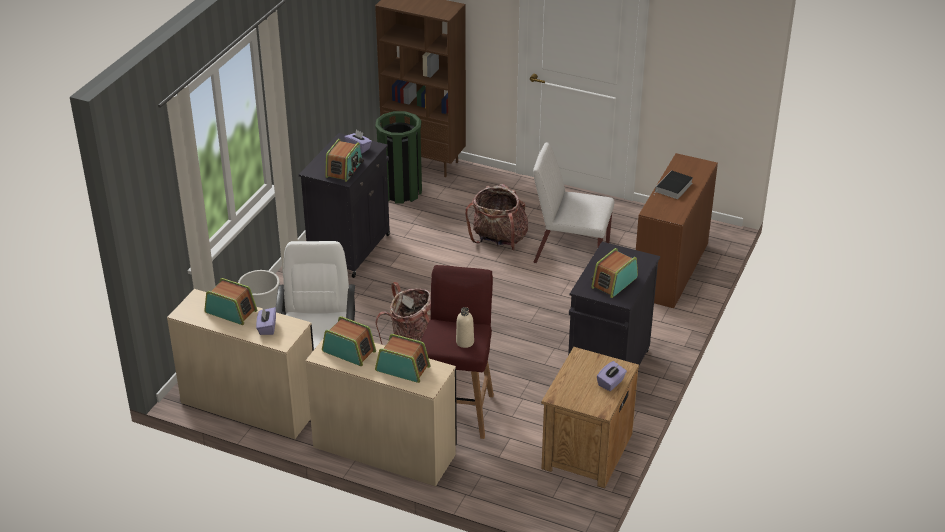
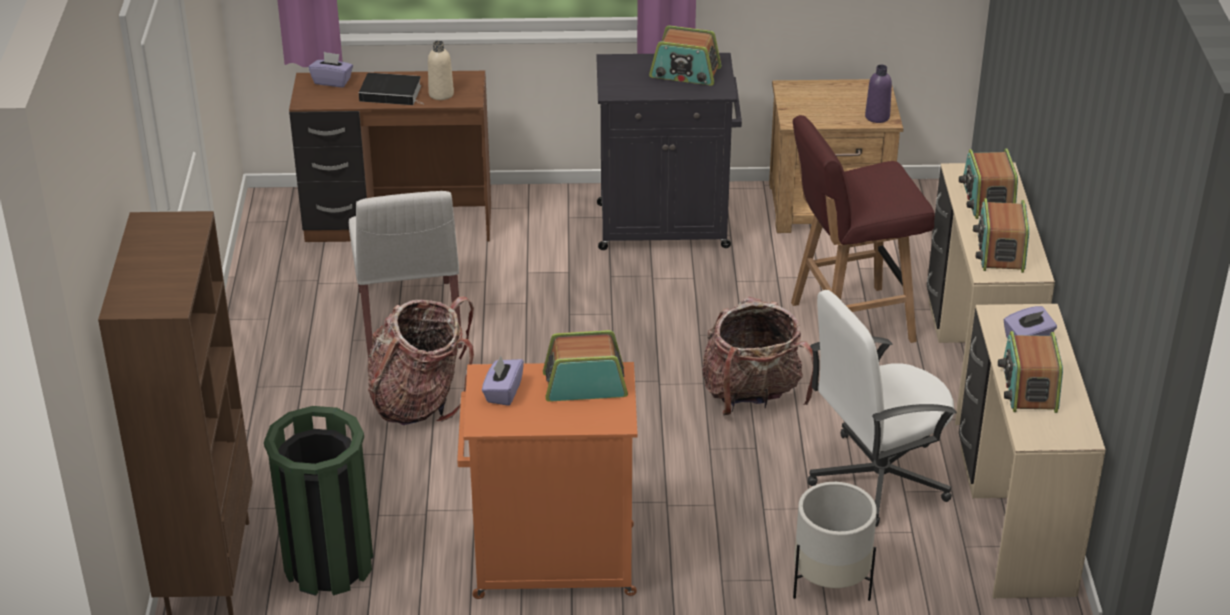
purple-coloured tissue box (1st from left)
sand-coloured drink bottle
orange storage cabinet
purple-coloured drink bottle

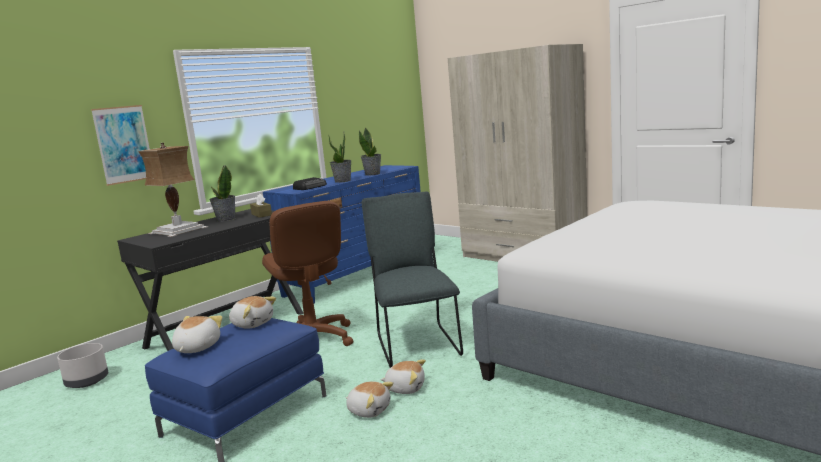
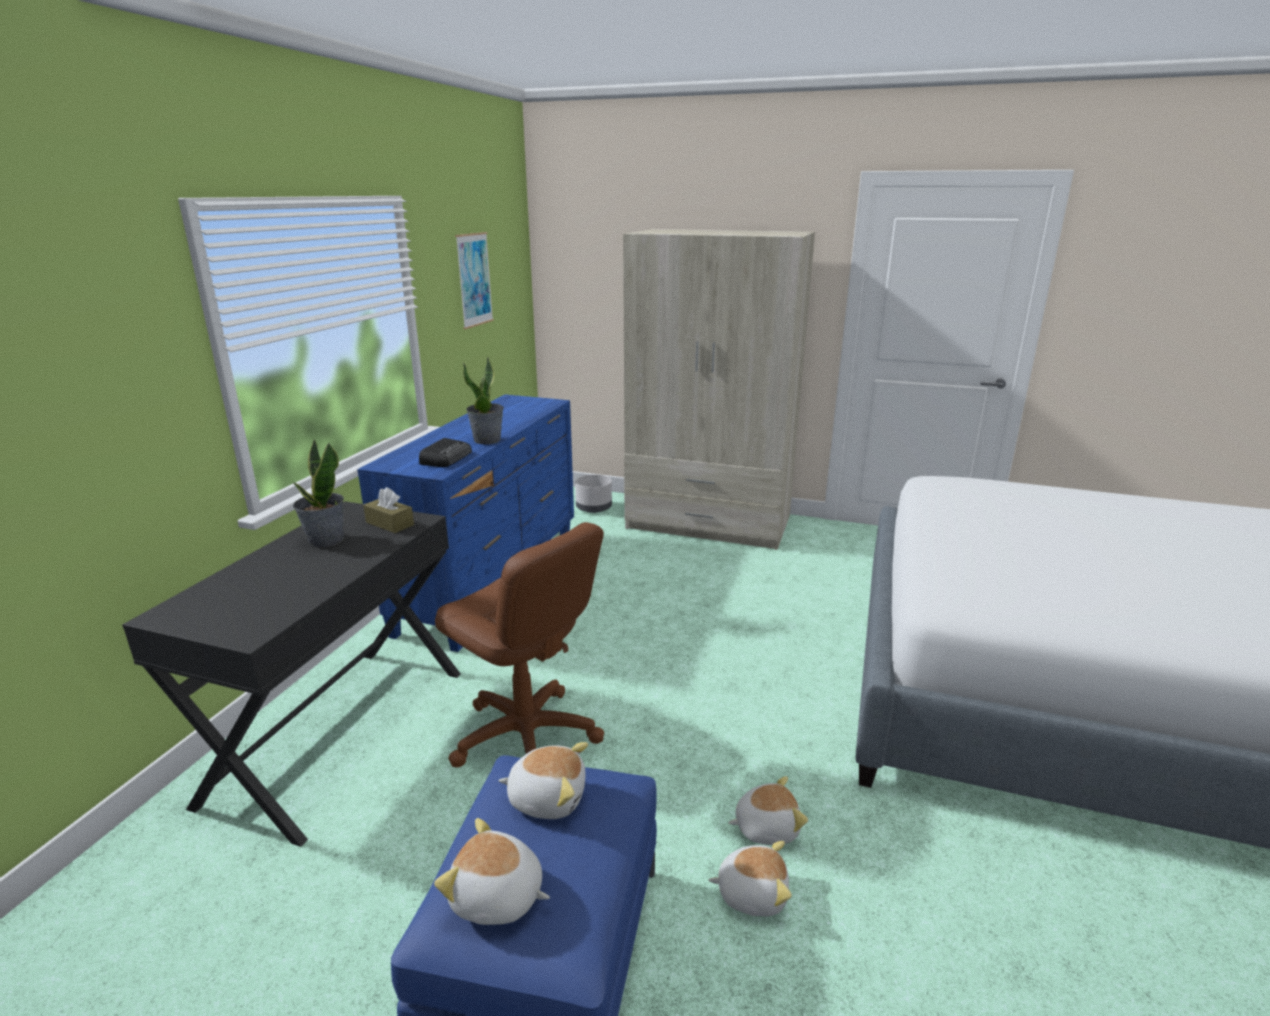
plush toy (1st from left)
wall picture
grey plant pot
tabletop lamp
houseplant (3rd from left in the first image)
grey upright chair

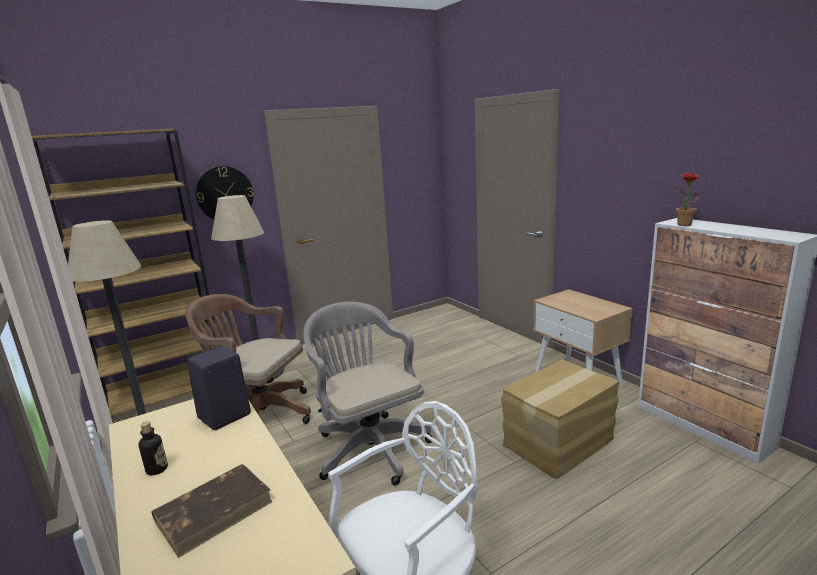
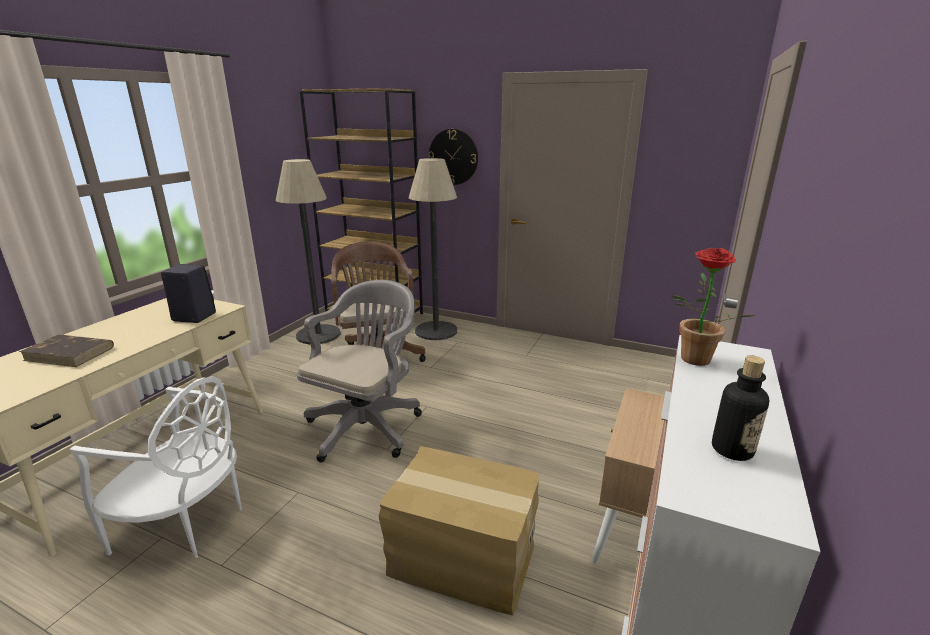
drink bottle

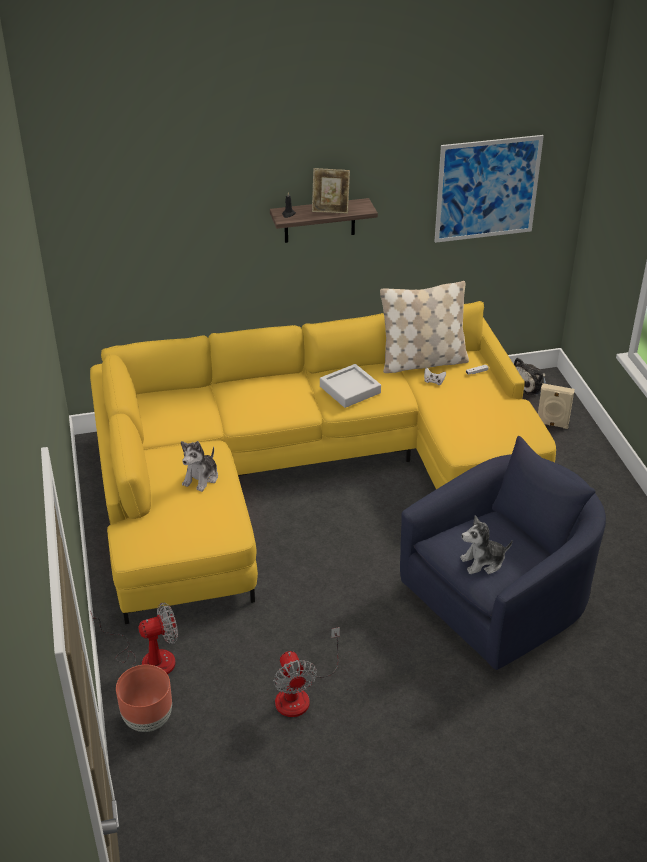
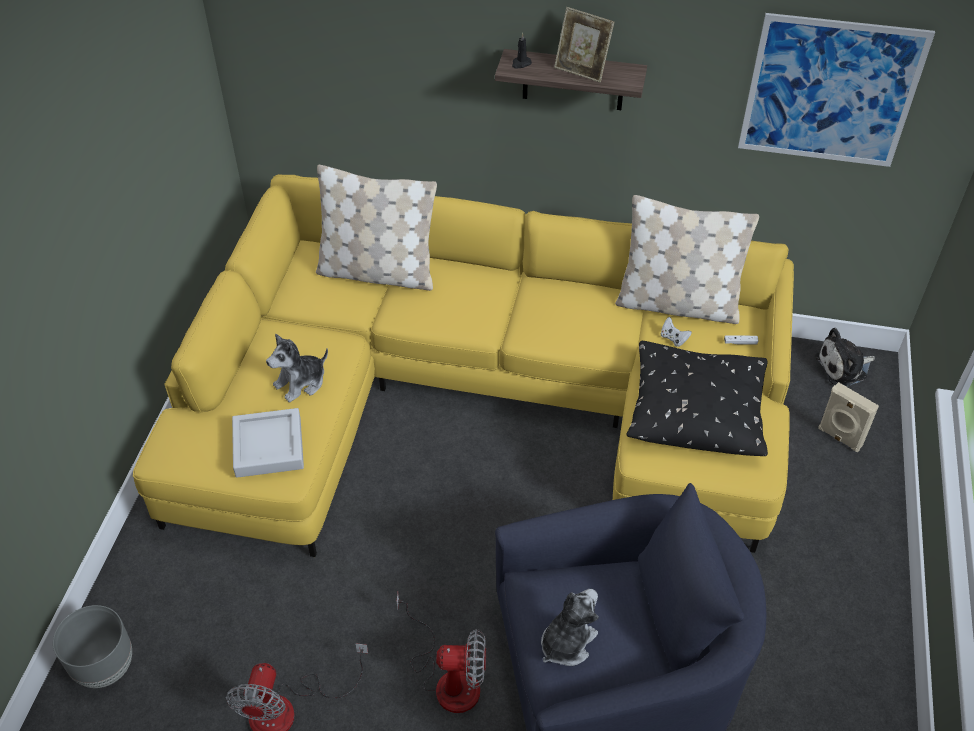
grey plant pot
grey tray
sand-coloured cushion (1st from left)
fan (2nd from left)
plush toy (2nd from left)
blackish cushion

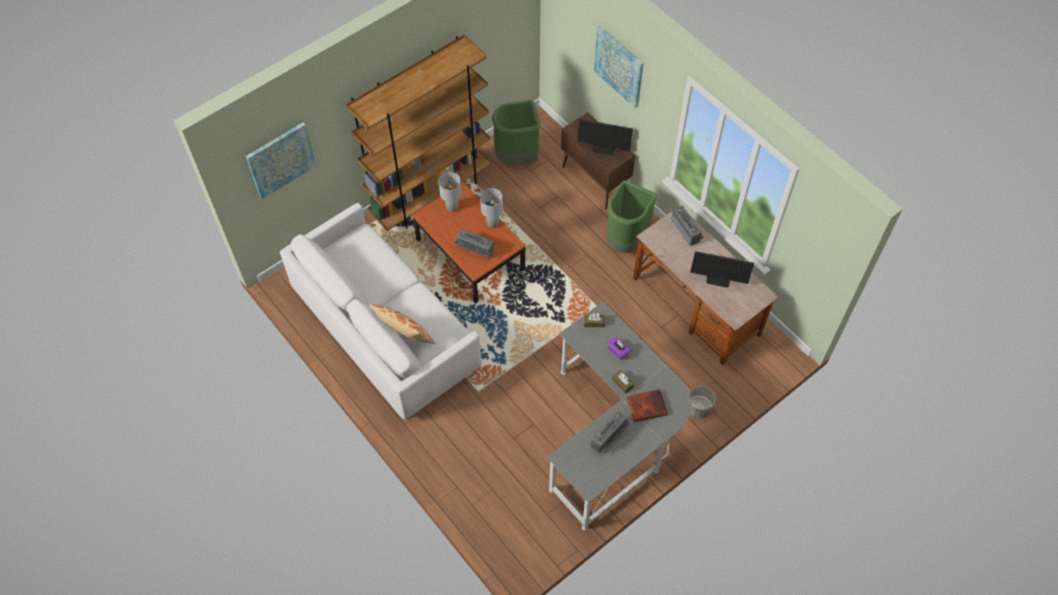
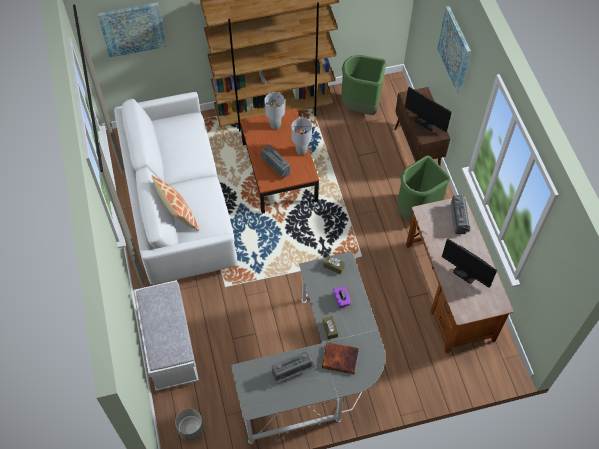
white bench
grey plant pot

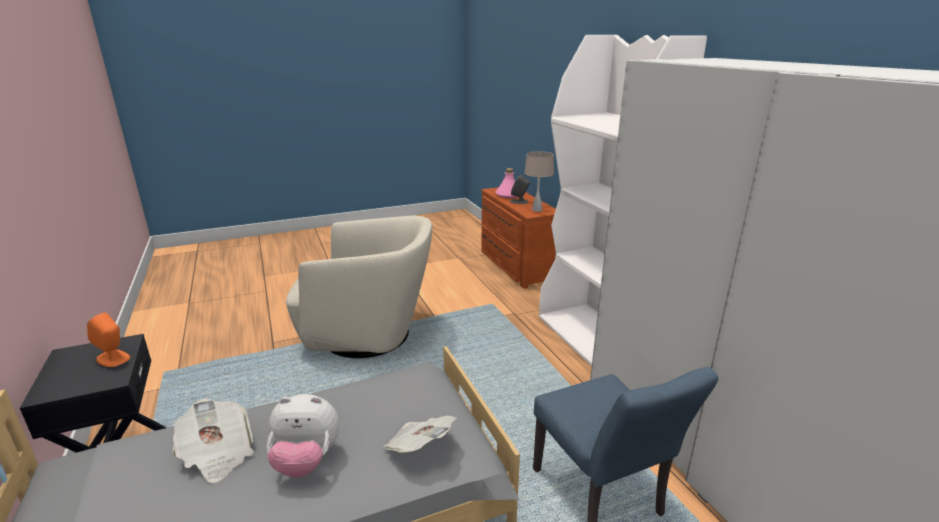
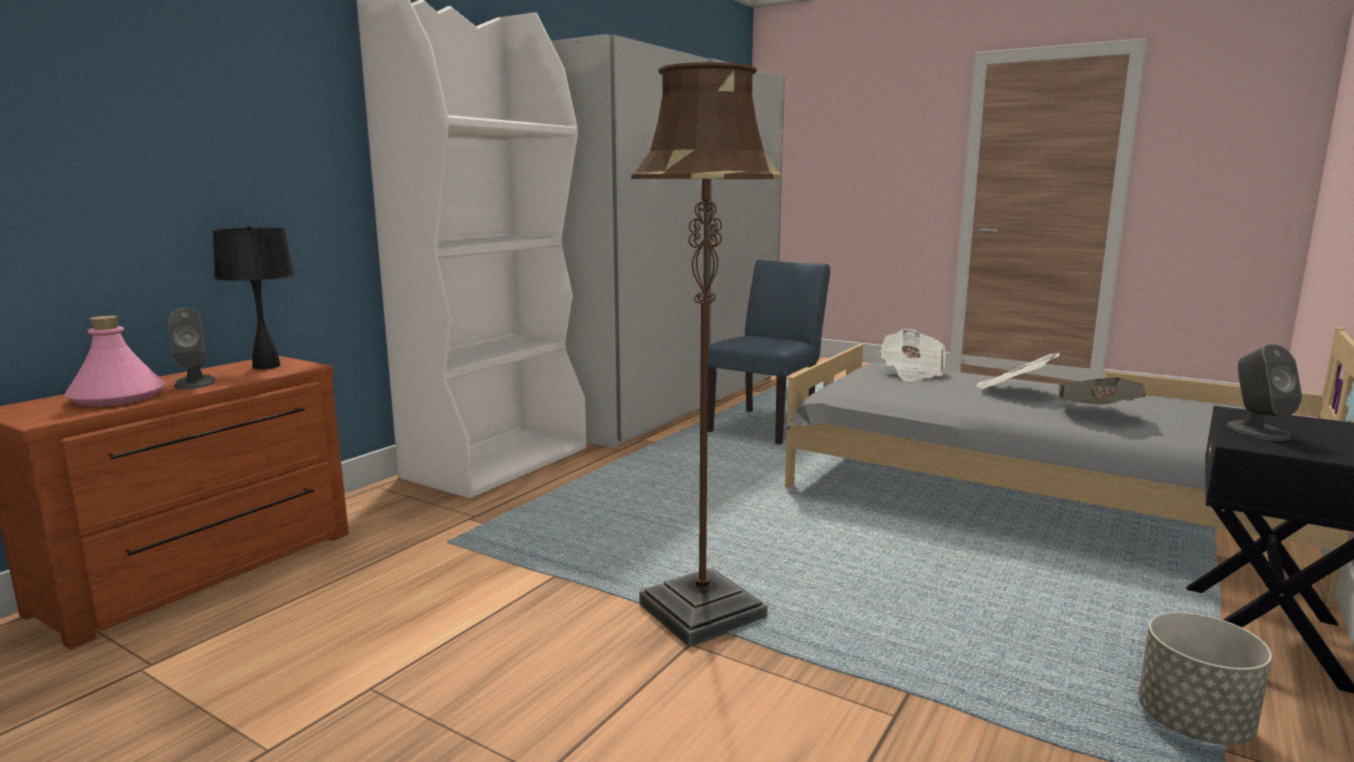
blackish tabletop lamp
brown-coloured floor lamp
printed paper (2nd from left)
grey plant pot
grey audio speaker (2nd from left)

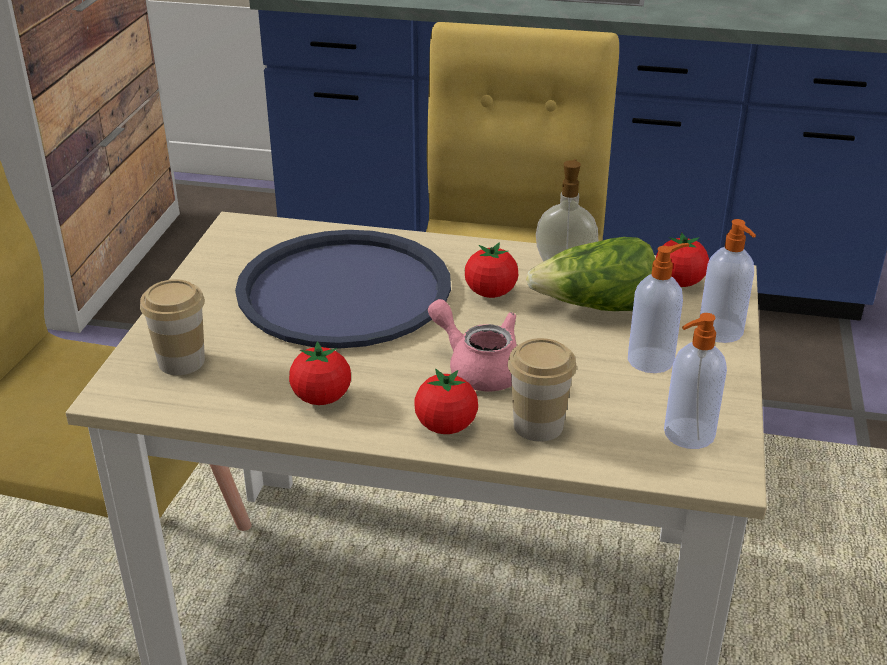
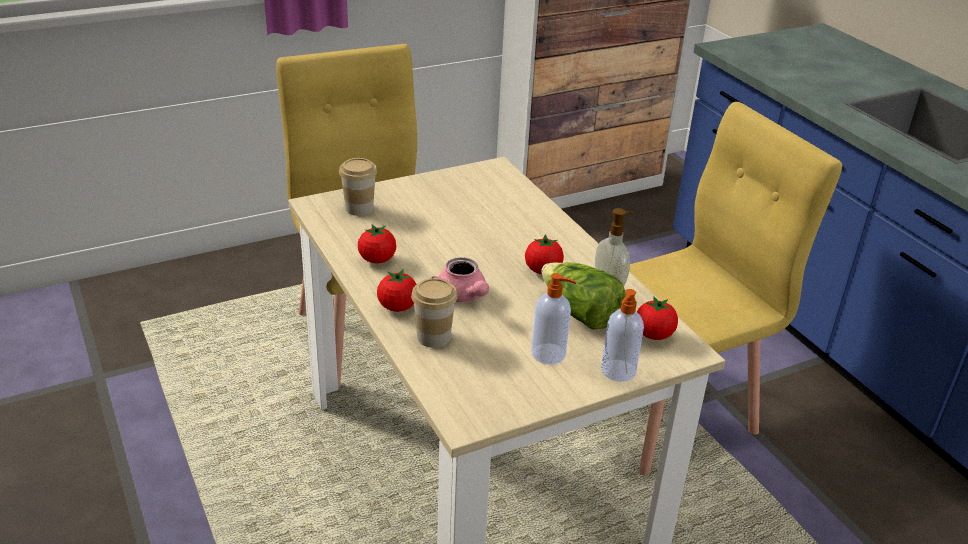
pinkish pot for tea
bluish tray
liquid soap bottle (3rd from left in the first image)

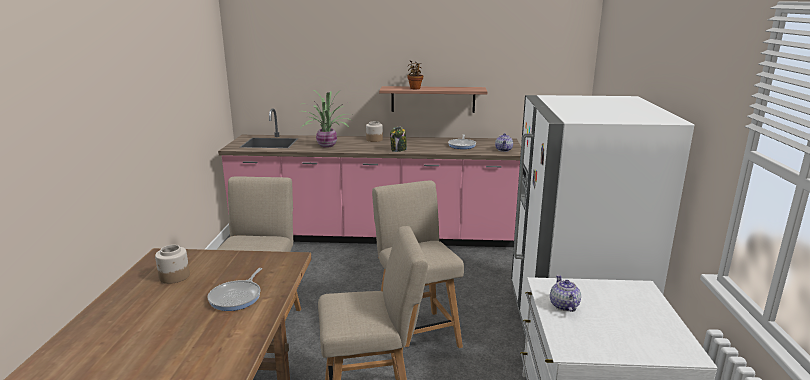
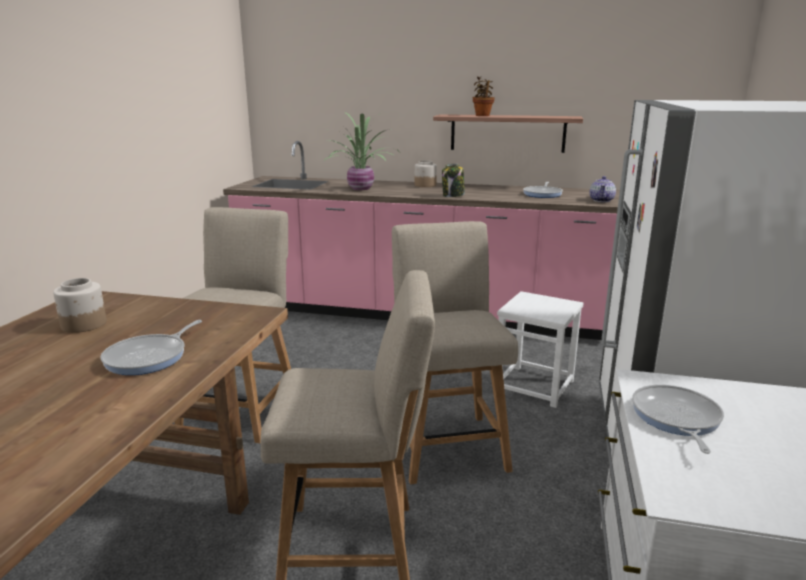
white sitting stool
skillet (3rd from left)

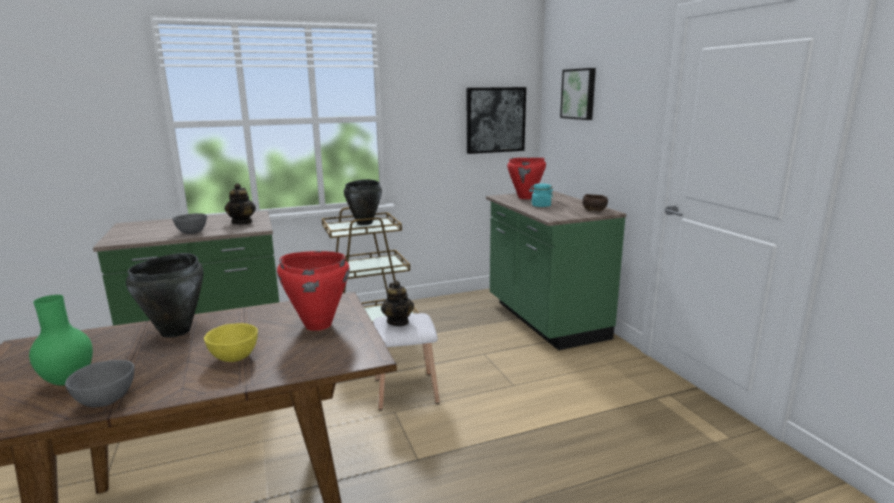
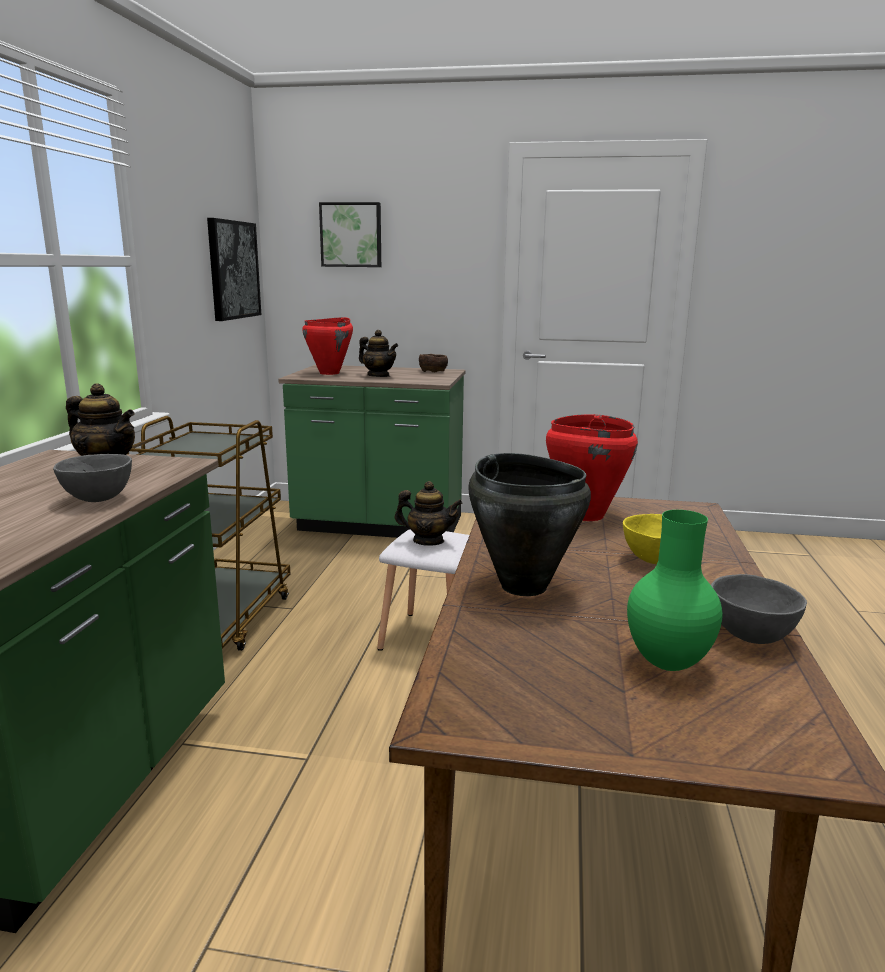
pot for tea (2nd from left)
blackish cooking pot (2nd from left in the first image)

